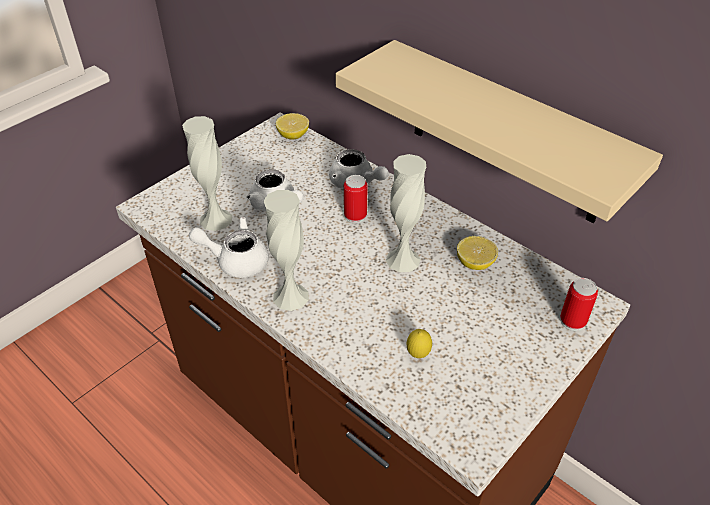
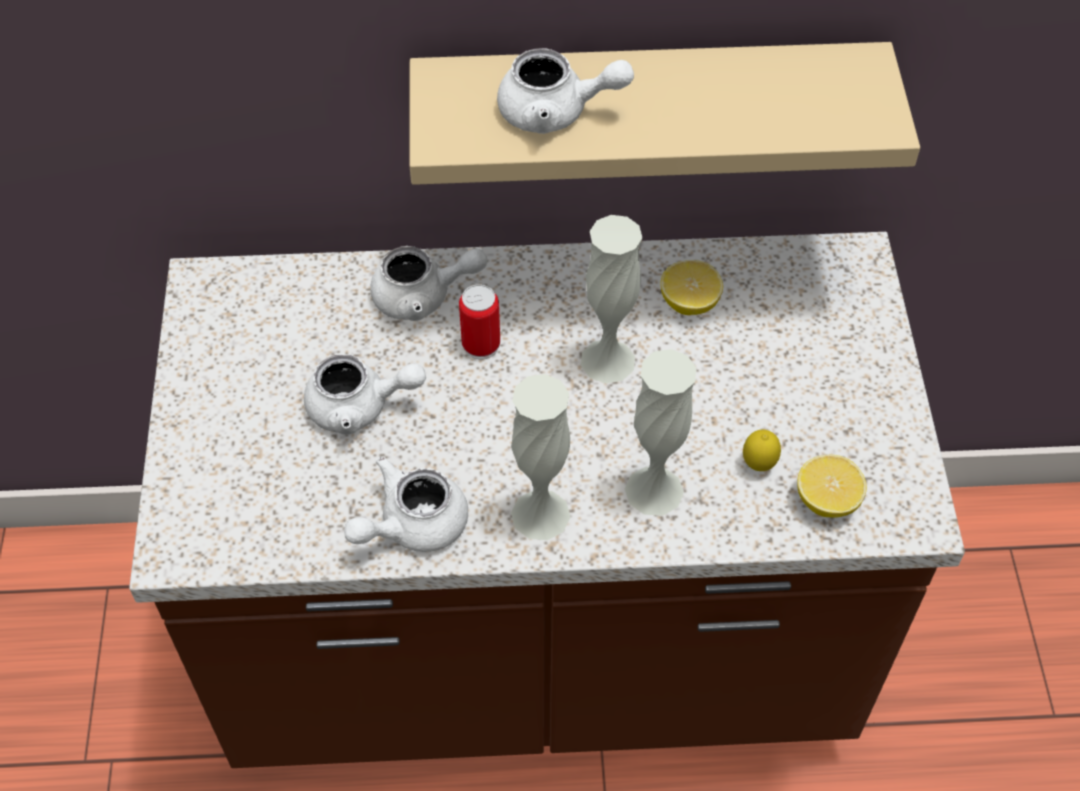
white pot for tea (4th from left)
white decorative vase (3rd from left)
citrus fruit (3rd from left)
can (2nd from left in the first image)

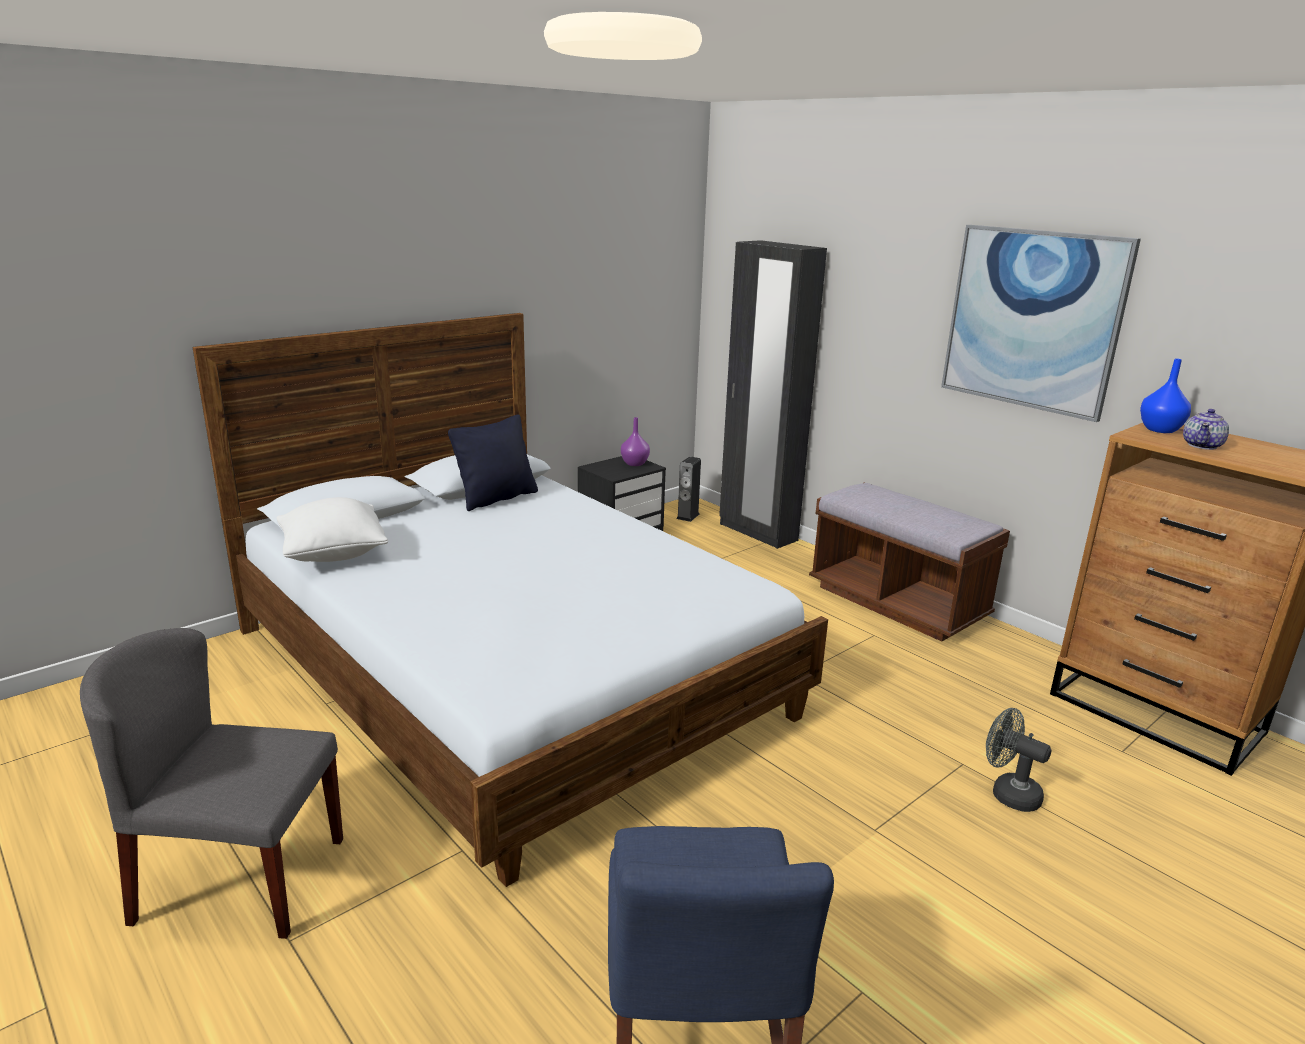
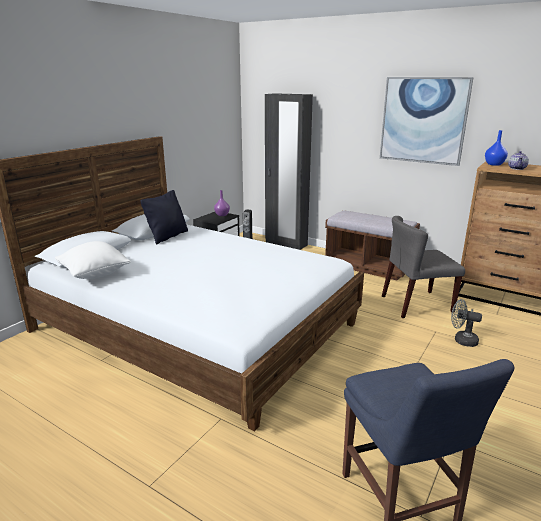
grey upright chair

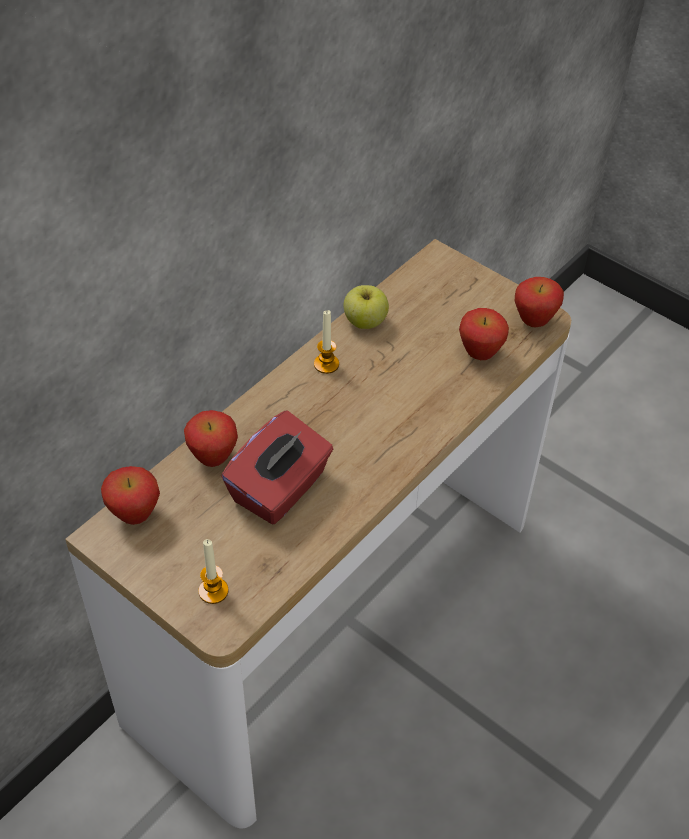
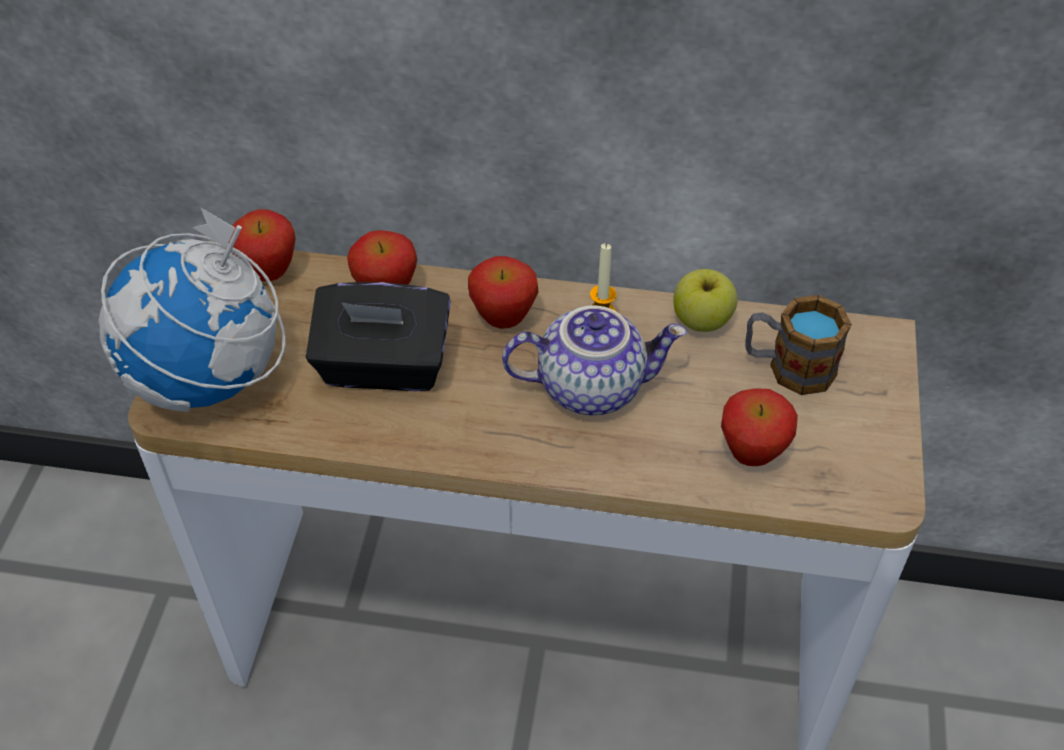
desk globe
blackish tissue box
apple fruit (3rd from left)
pot for tea
coffee mug

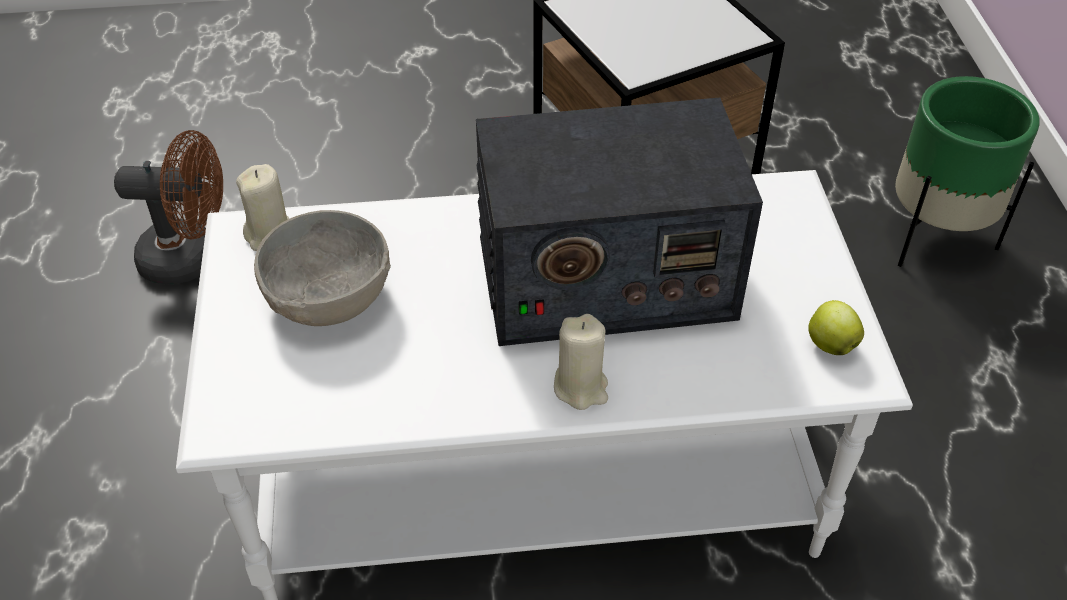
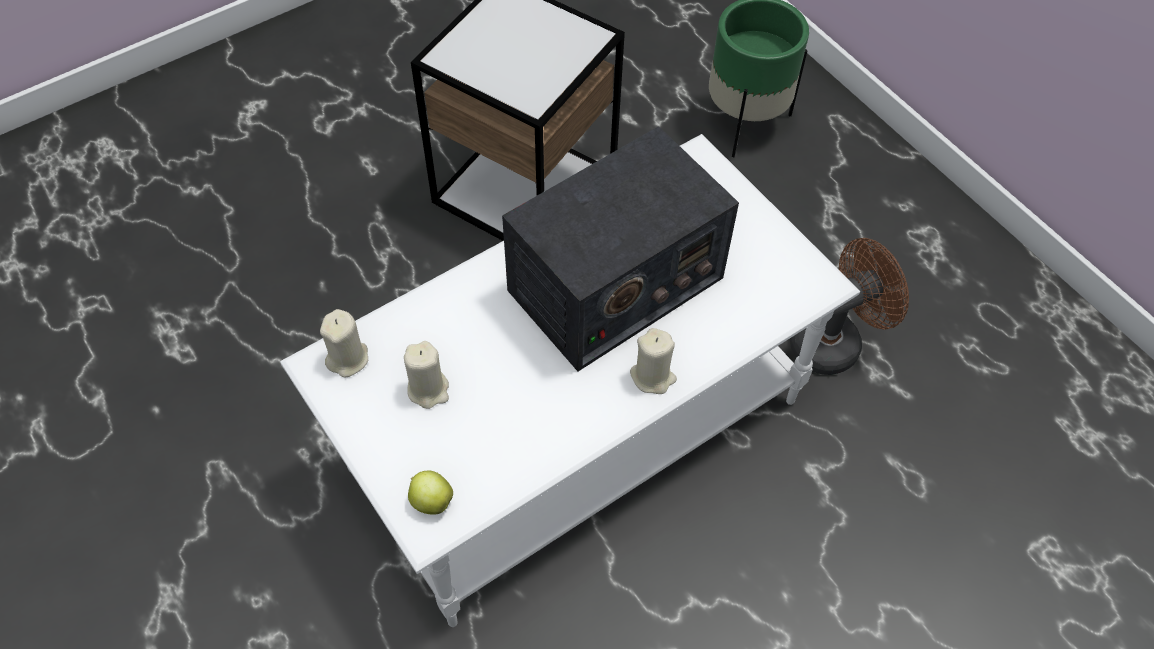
sand-coloured candle (2nd from left)
apple fruit
brown-coloured fan

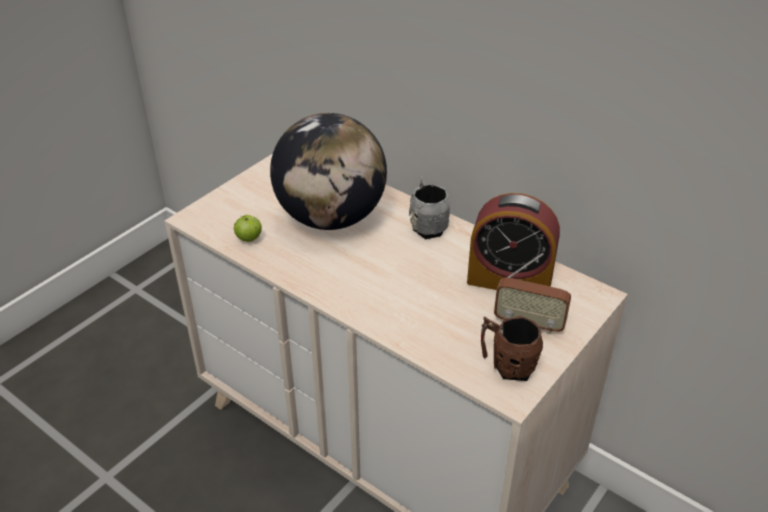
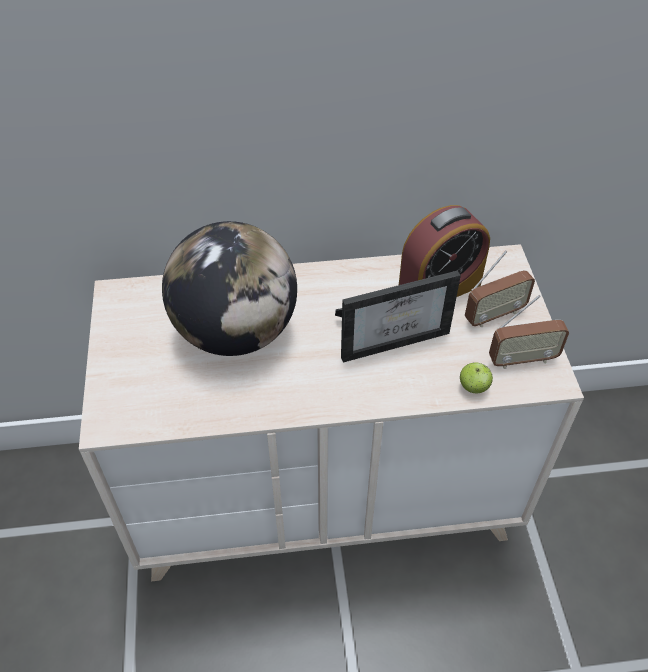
picture frame
apple fruit
radio receiver (2nd from left)
grey coffee mug

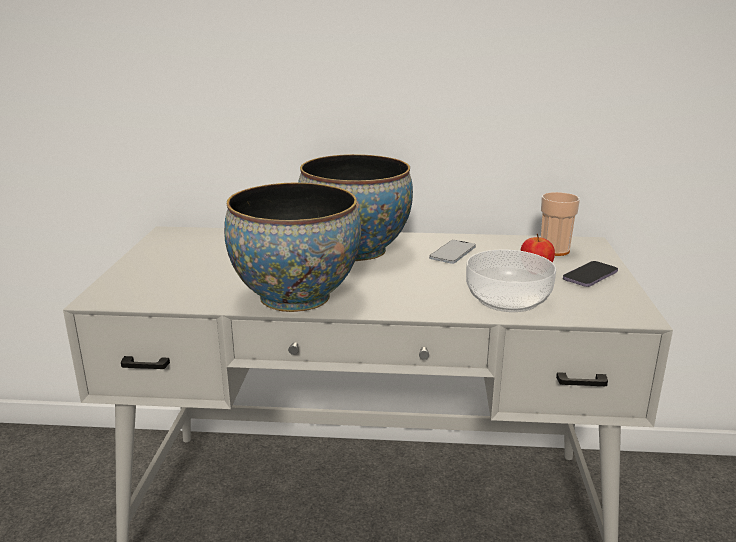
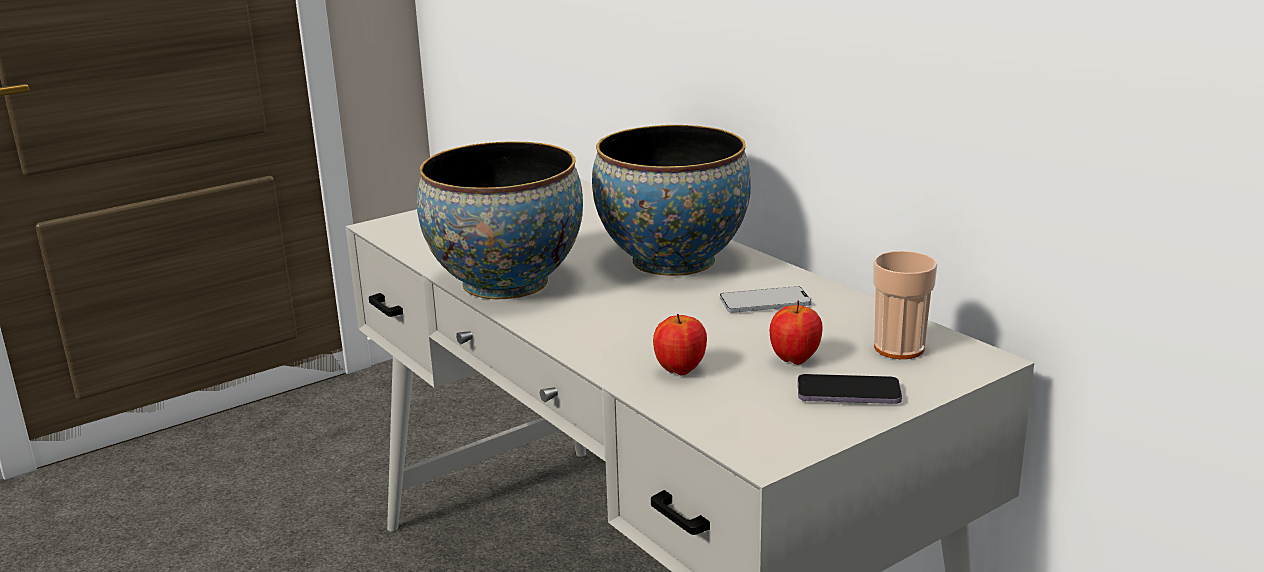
apple fruit (1st from left)

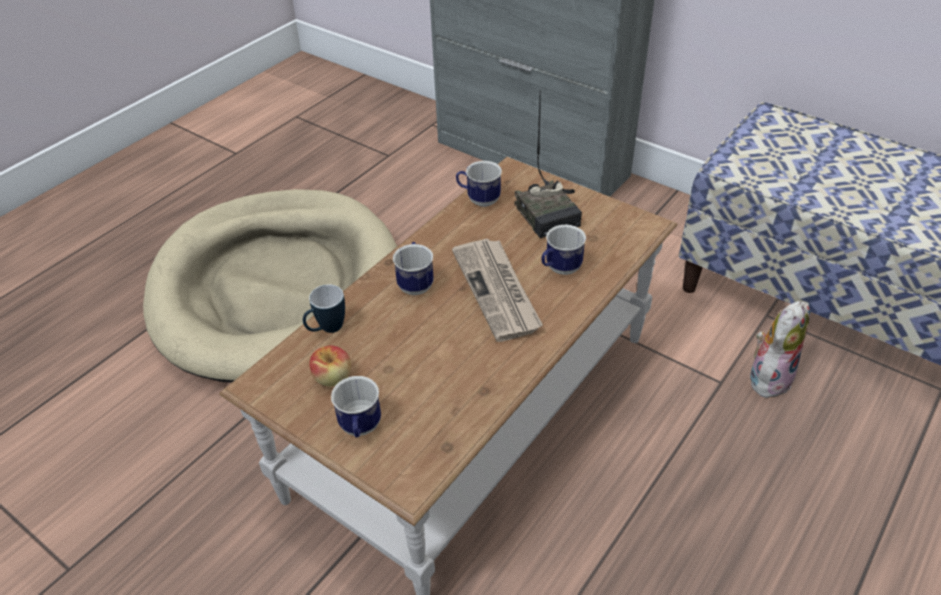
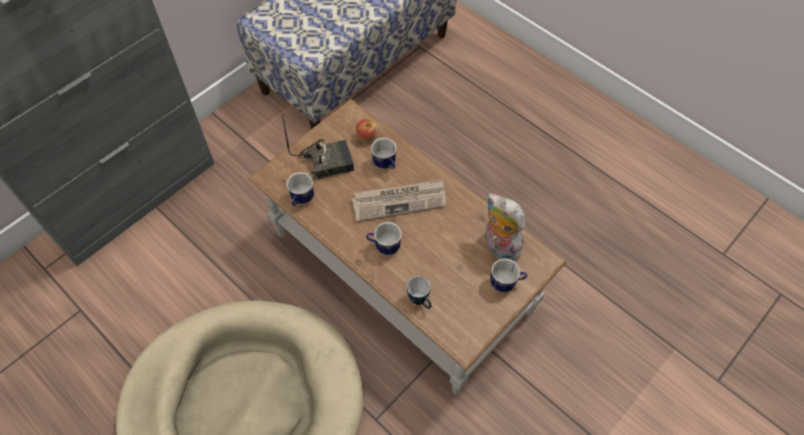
apple fruit
plush toy

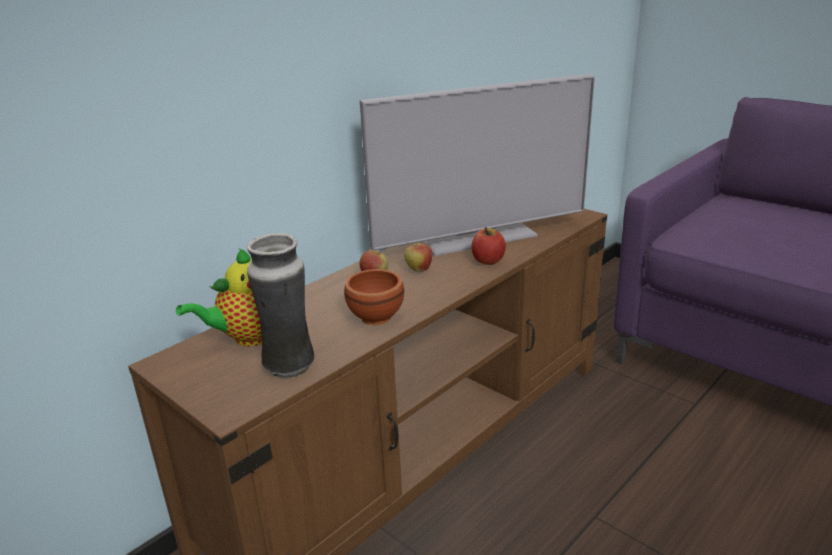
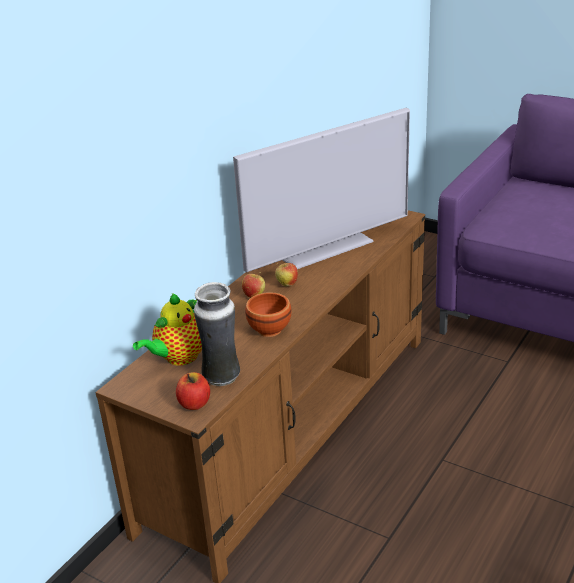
apple fruit (1st from left)

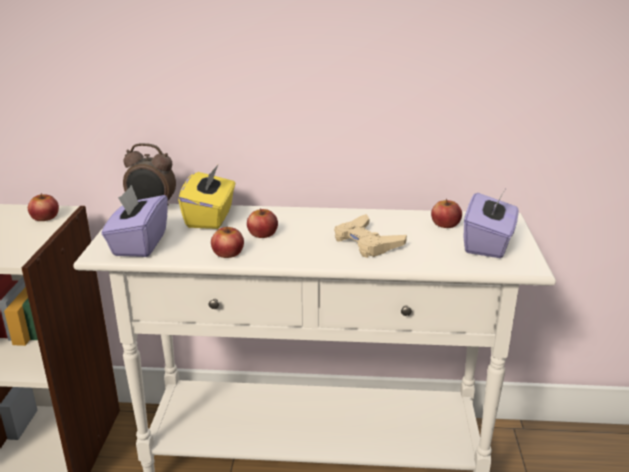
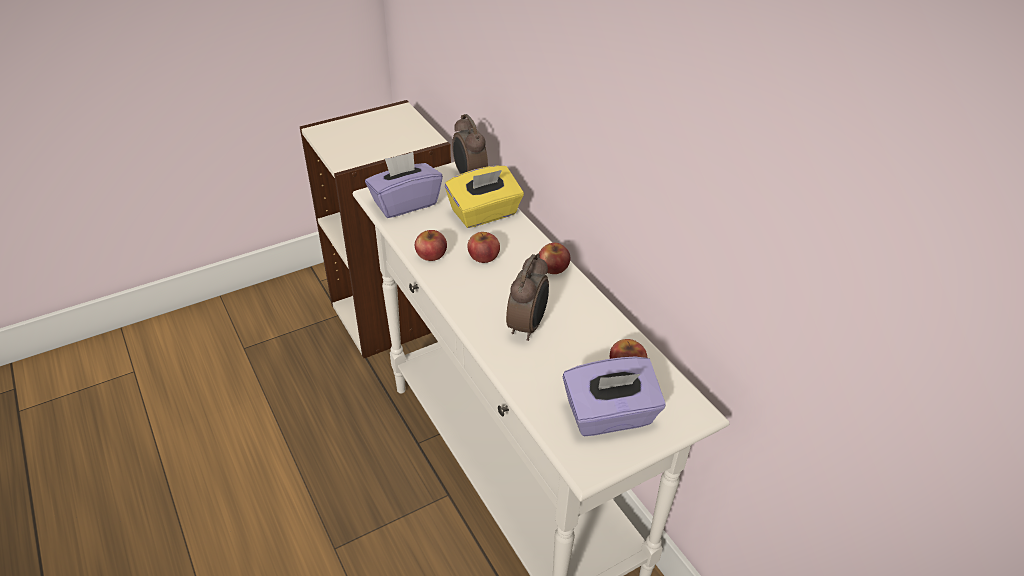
alarm clock (2nd from left)
apple fruit (3rd from left)

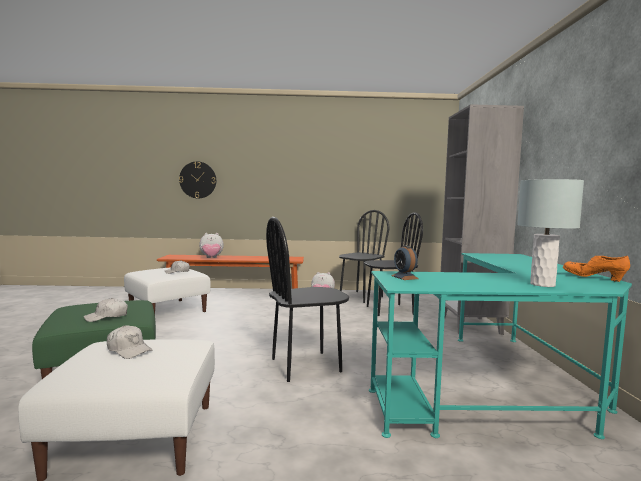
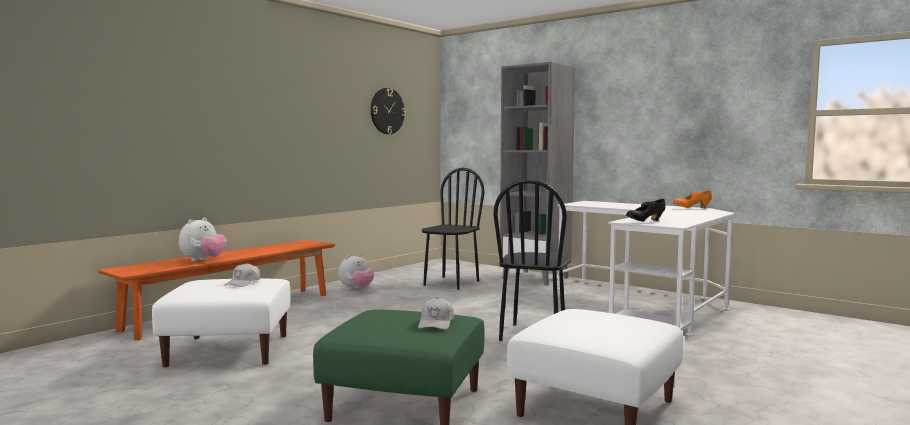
hanging clock
white desk table
blackish item of footwear
white peaked cap (2nd from left in the first image)
blackish upright chair (2nd from left in the first image)
grey tabletop lamp

